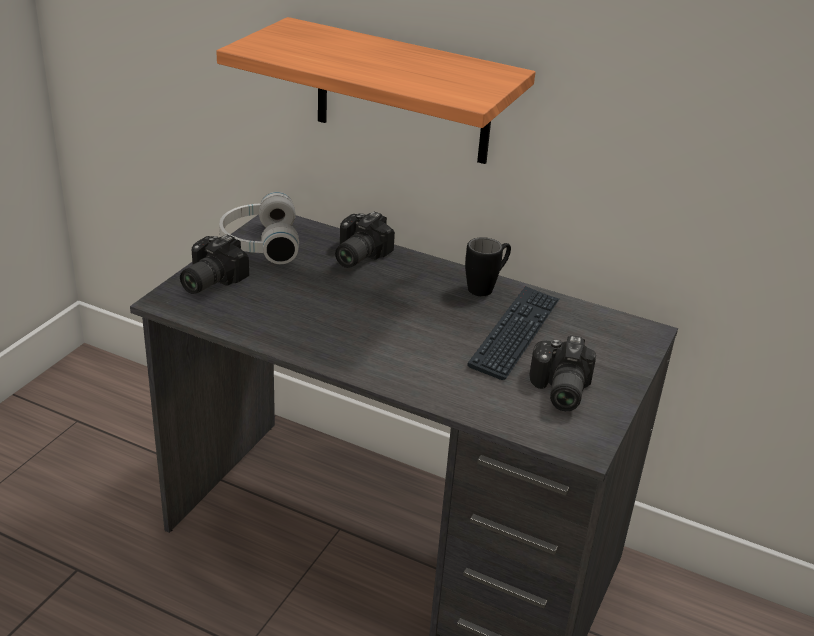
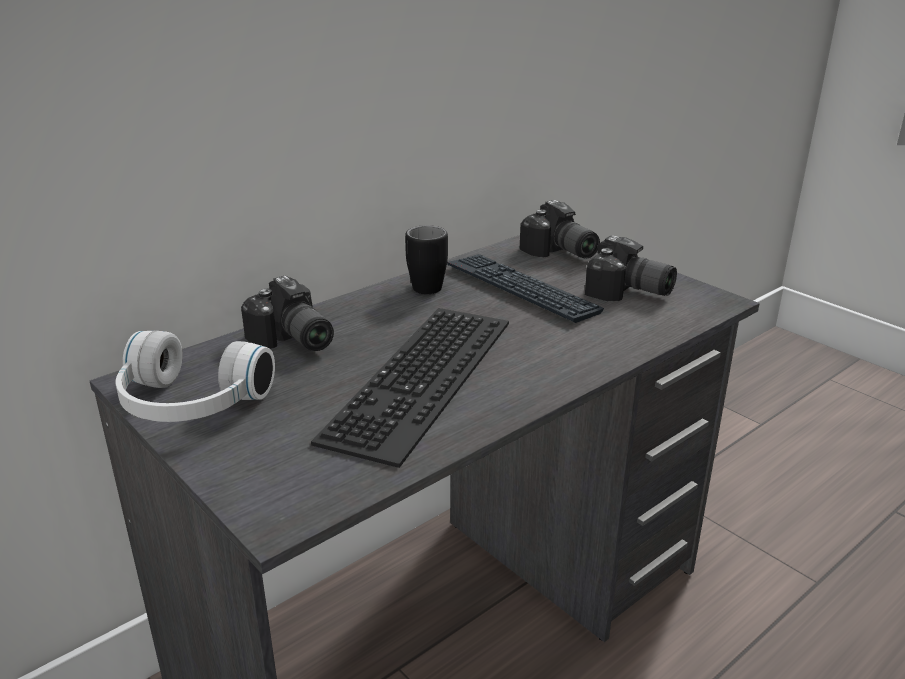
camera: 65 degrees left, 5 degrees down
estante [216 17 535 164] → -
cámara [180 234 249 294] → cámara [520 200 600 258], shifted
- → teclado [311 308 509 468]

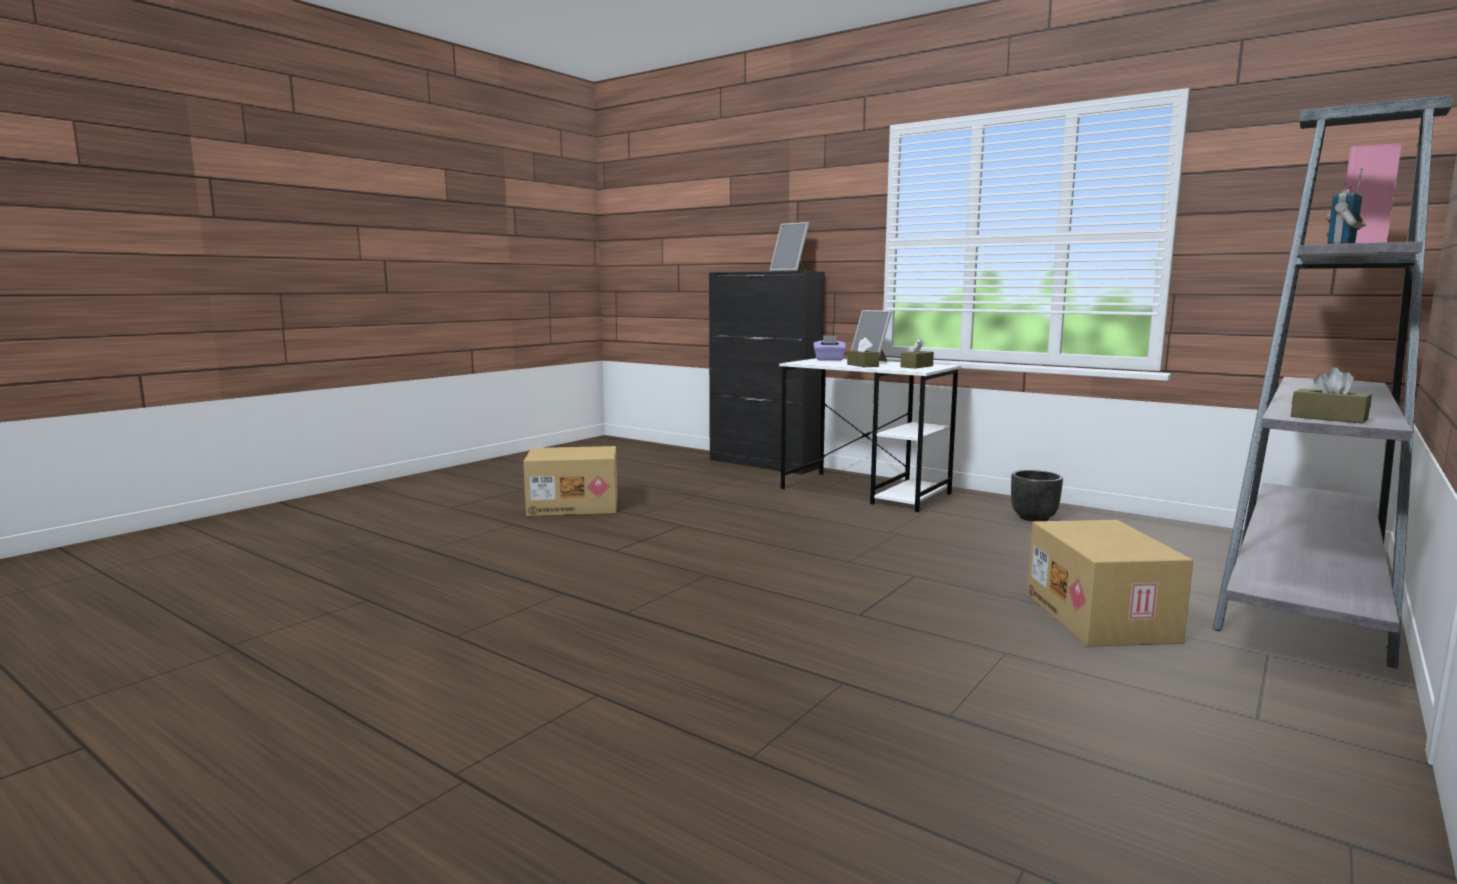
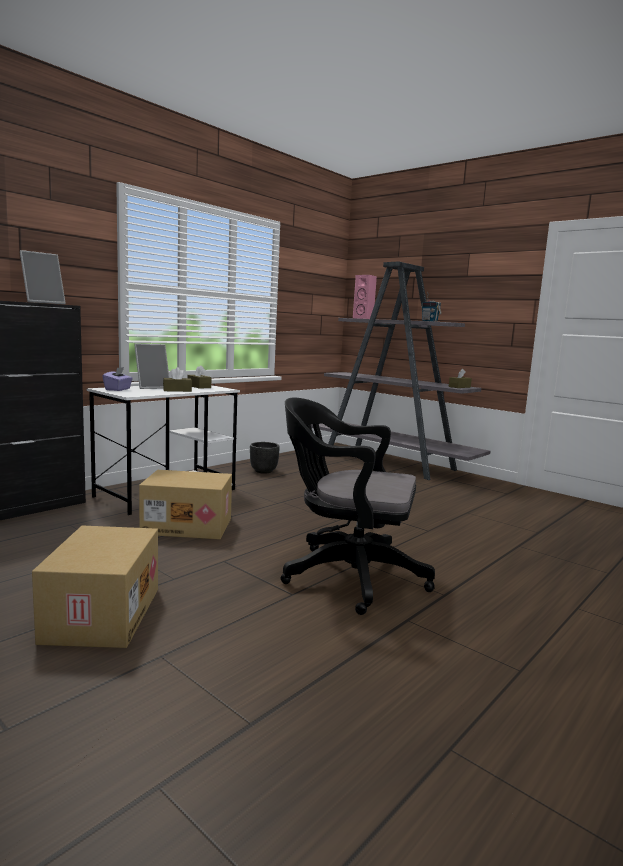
camera: 85 degrees left, 0 degrees up
caja de cartón [1027 520 1194 647] → caja de cartón [139 470 232 539], shifted
- → silla de oficina [negro] [280 398 435 615]

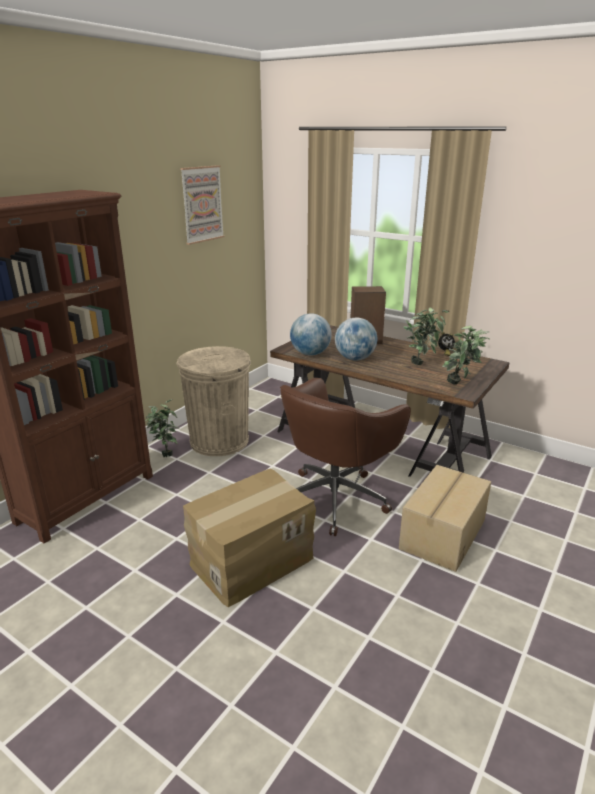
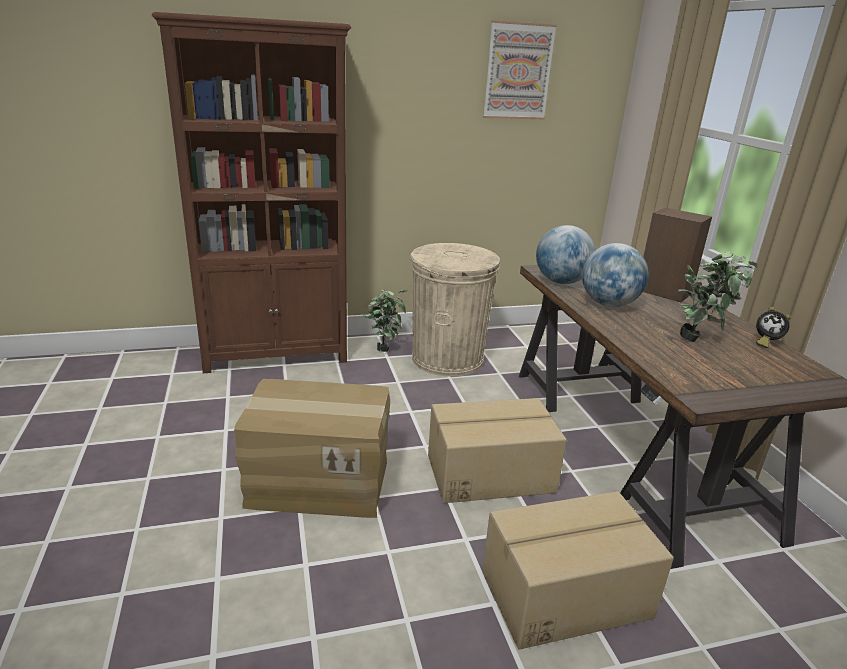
camera: 40 degrees right, 0 degrees up
planta en maceta [442 326 490 385] → -
silla de oficina [marrón] [280 378 411 536] → caja de cartón [428 398 567 503]

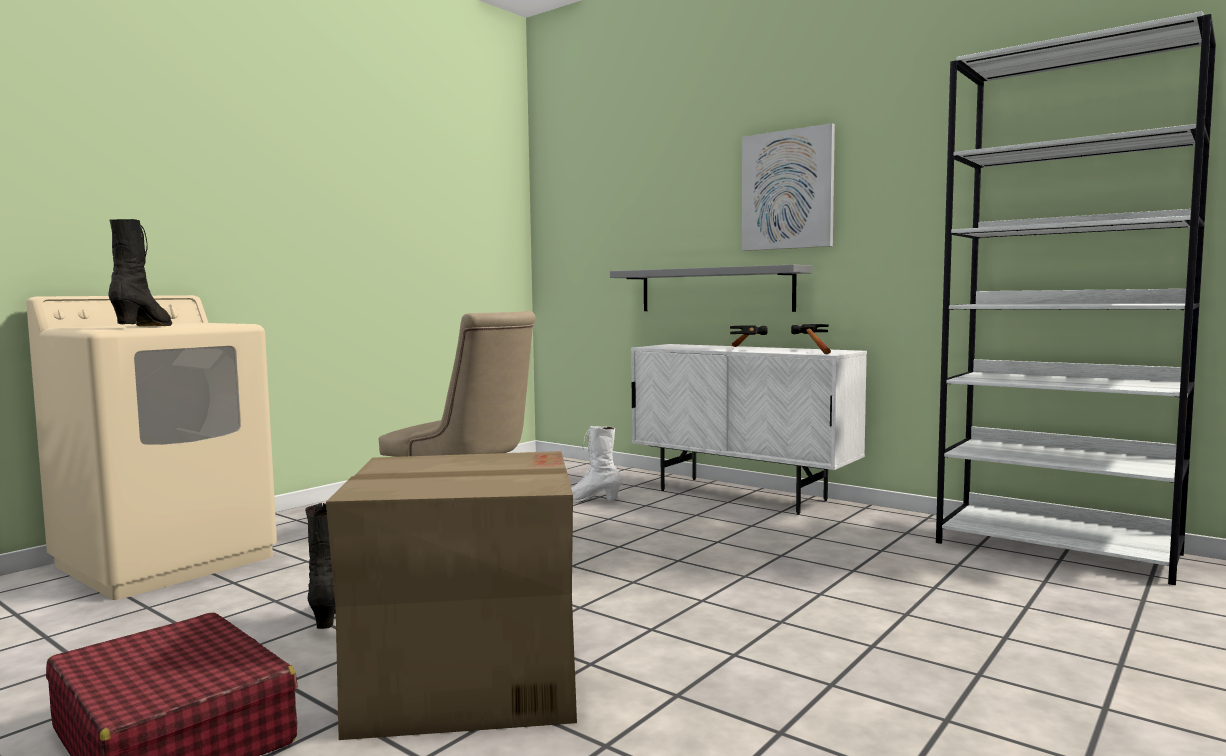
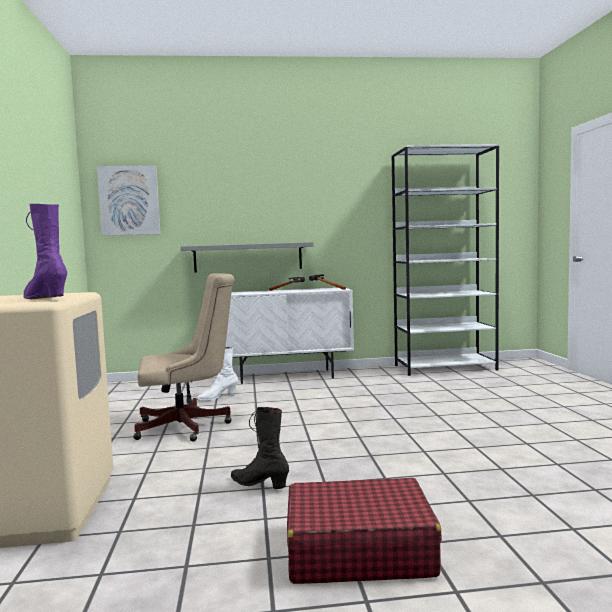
camera: 45 degrees left, 0 degrees up
cuadro [742 123 835 251] → cuadro [97 165 161 236], shifted
bota [negro] [108 219 172 326] → bota [morado] [23 204 67 299]
caja de cartón [326 451 577 740] → -

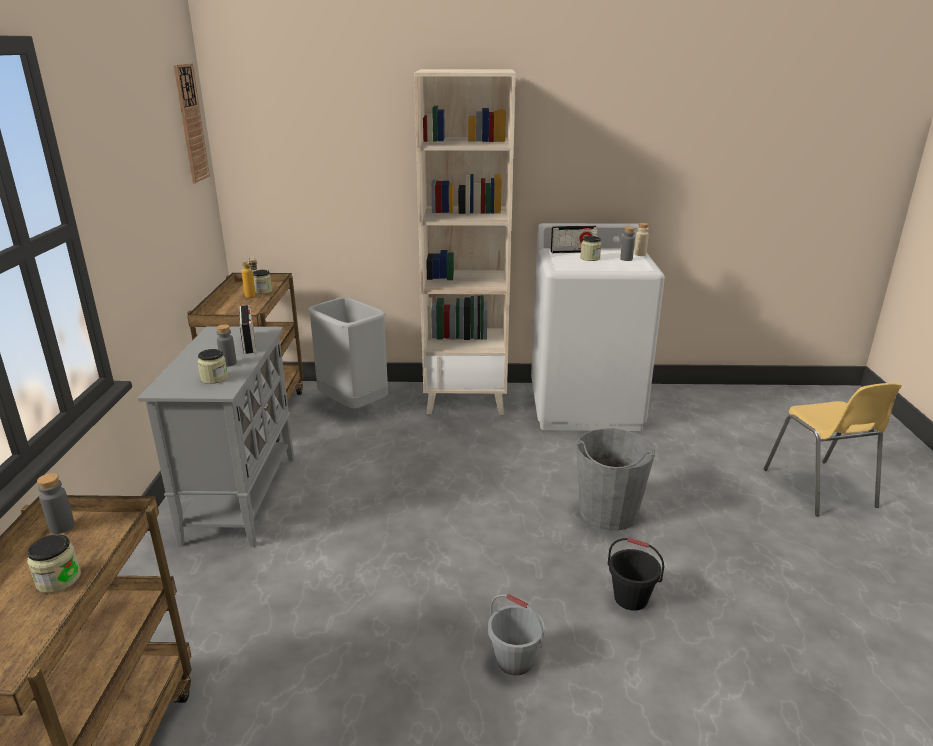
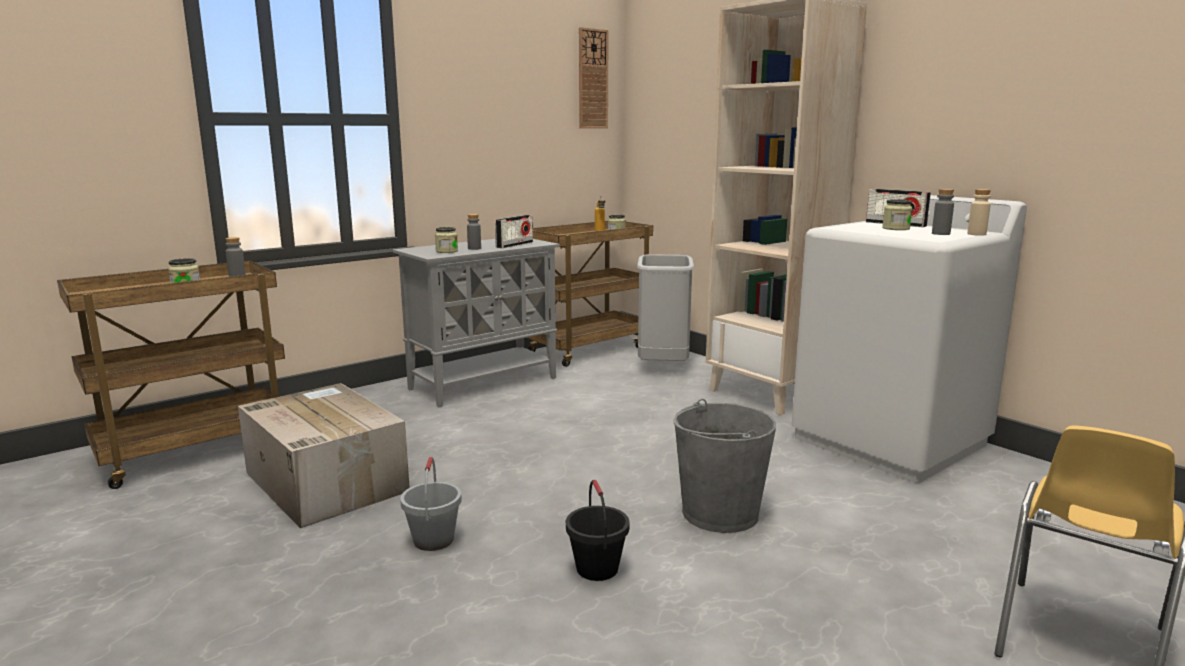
camera: 50 degrees right, 10 degrees down
- → caja de cartón [238 383 410 528]

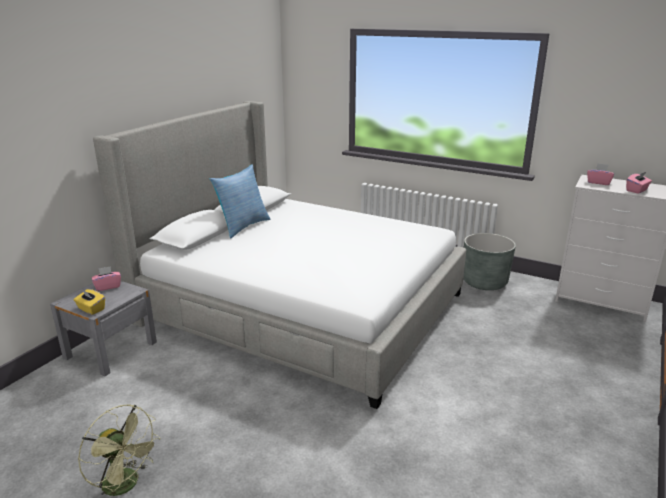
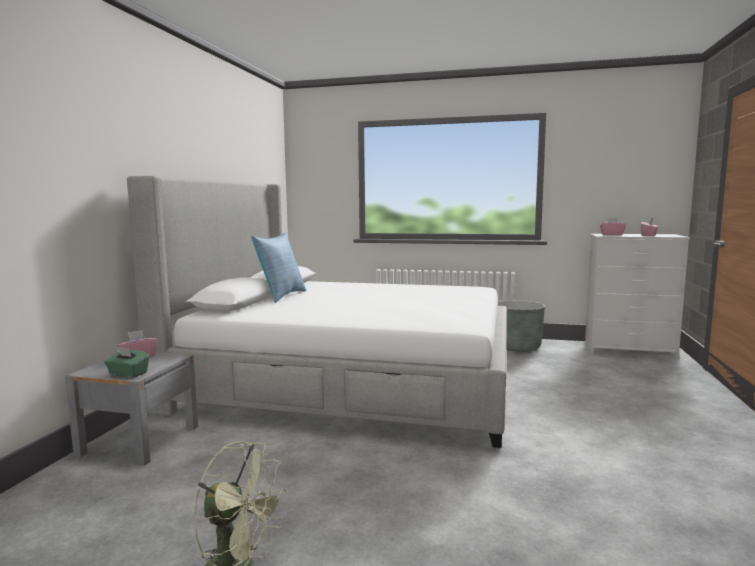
camera: 15 degrees left, 15 degrees down
caja de pañuelos [amarillo] [74 289 105 315] → caja de pañuelos [verde] [105 347 150 378]

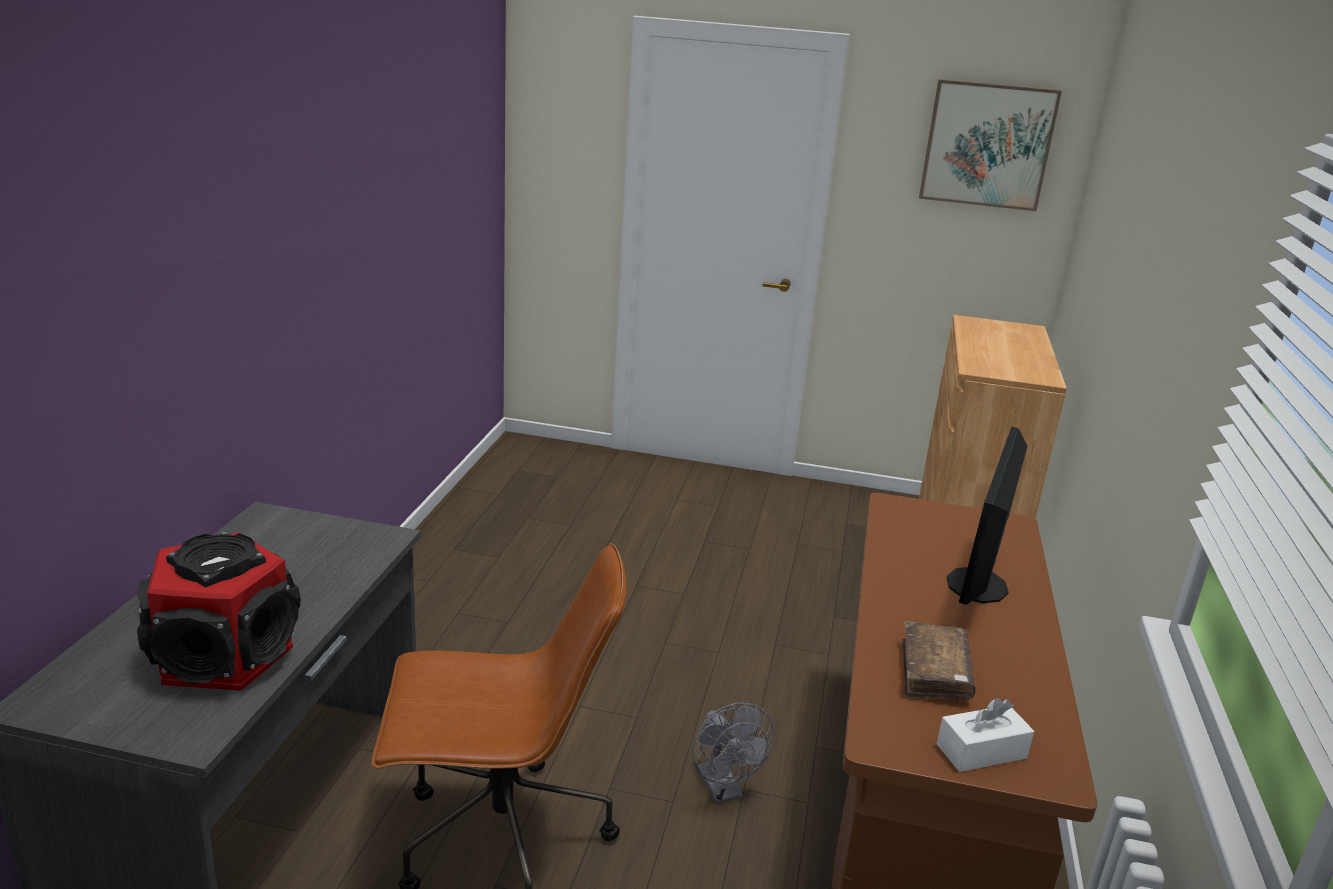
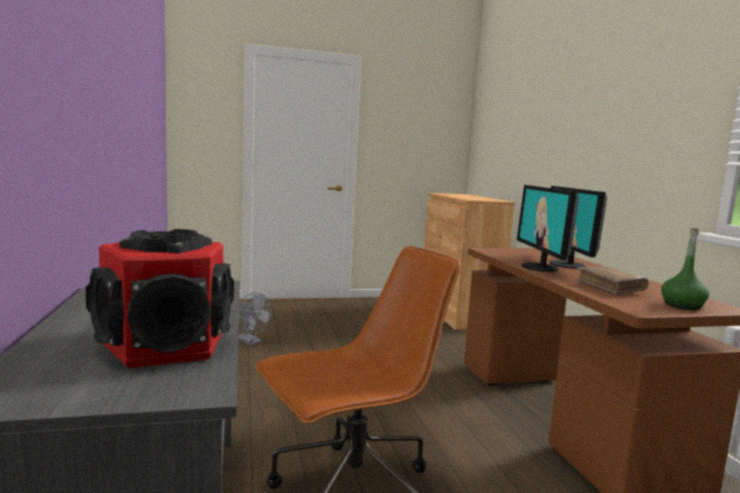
camera: 25 degrees left, 15 degrees down
cuadro [919 79 1062 211] → -
caja de pañuelos [blanco] [937 698 1034 772] → botella [verde] [661 228 709 310]
ventilador [gris] [692 703 774 803] → ventilador [gris] [238 292 272 345], shifted
- → monitor [517 185 579 272]

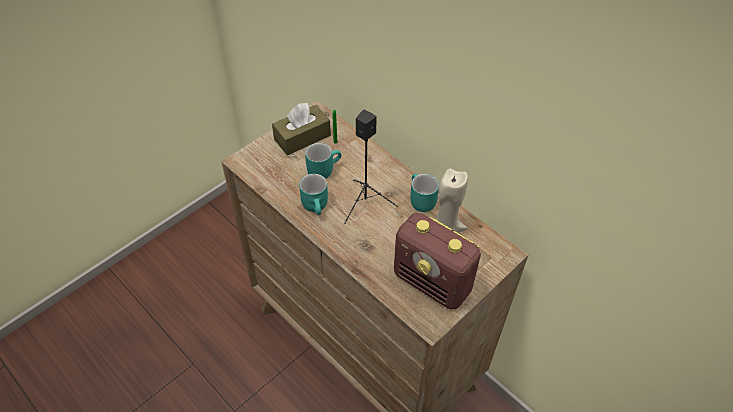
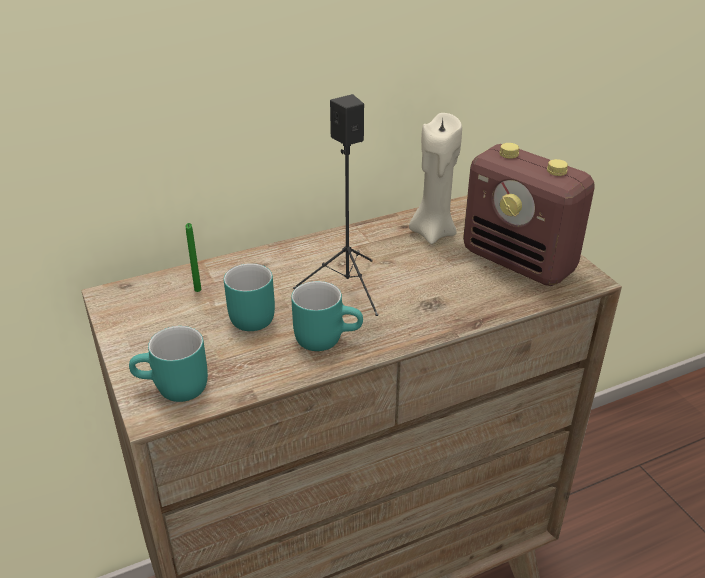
camera: 70 degrees left, 15 degrees down
caja de pañuelos [marrón] [272 103 331 155] → -
taza grande [turquesa] [410 174 439 212] → taza grande [turquesa] [129 326 208 402], shifted
radio [394 213 481 310] → radio [463 143 595 286], 75 degrees clockwise

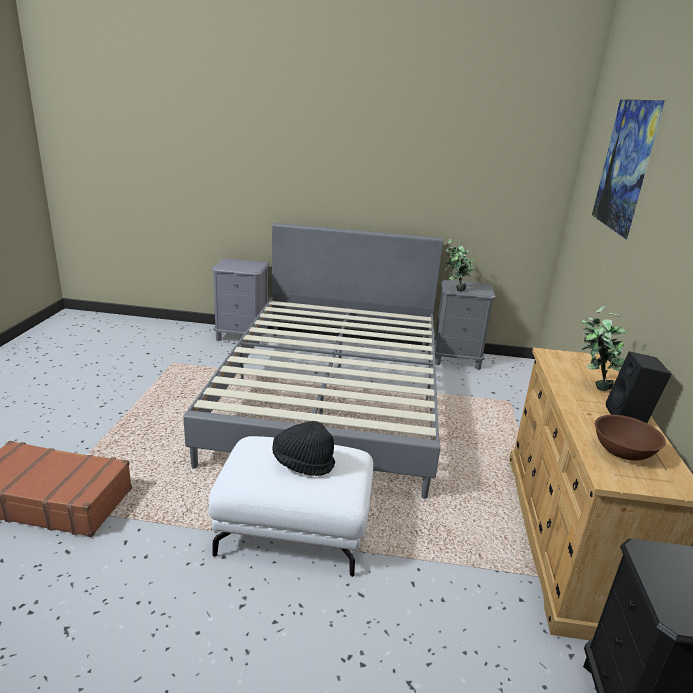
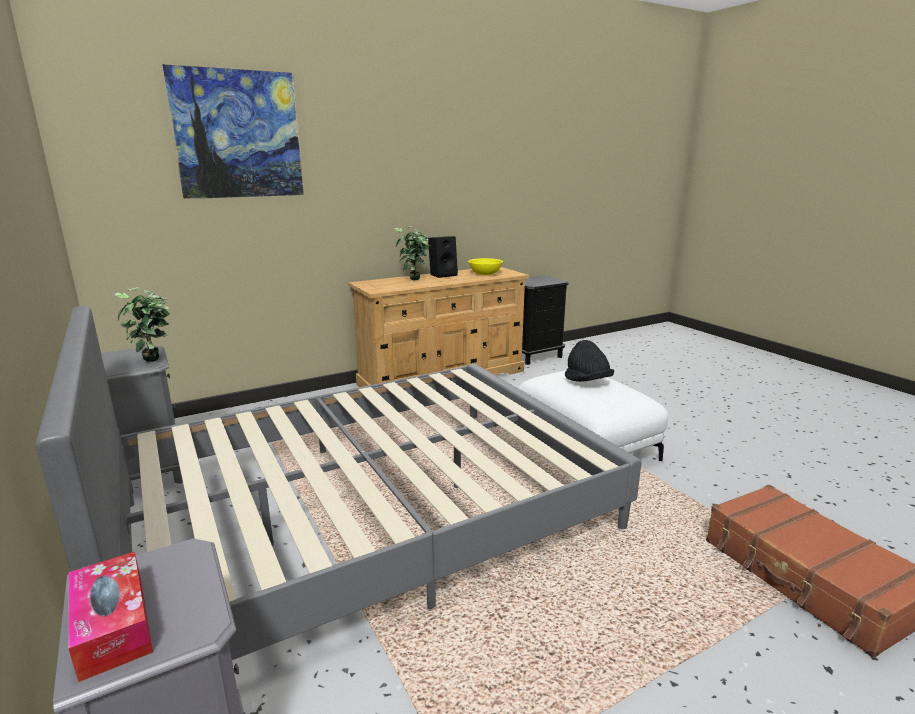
camera: 125 degrees left, 5 degrees down
cuenco [marrón] [595 415 666 461] → cuenco [amarillo] [468 258 503 275]
- → caja de pañuelos [68 551 153 682]

